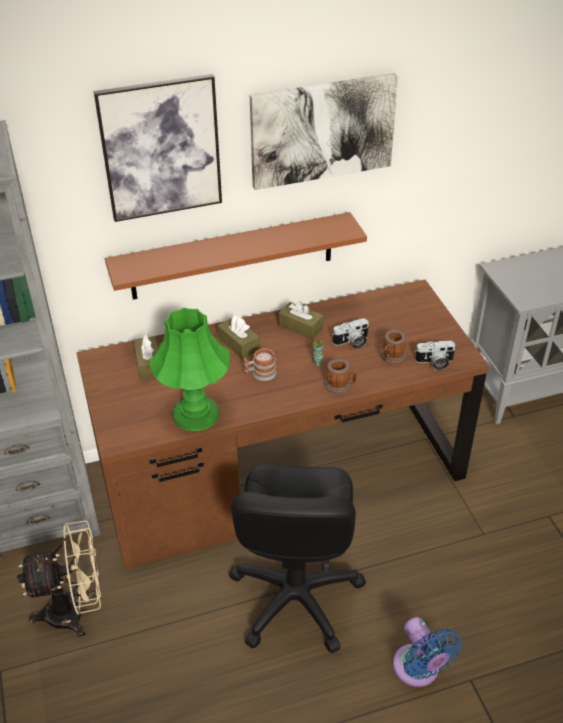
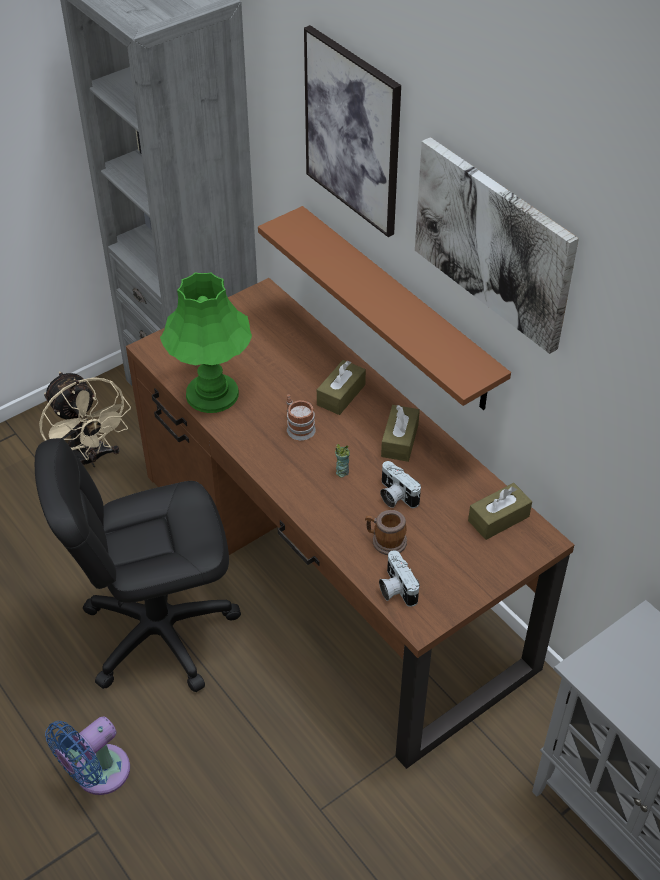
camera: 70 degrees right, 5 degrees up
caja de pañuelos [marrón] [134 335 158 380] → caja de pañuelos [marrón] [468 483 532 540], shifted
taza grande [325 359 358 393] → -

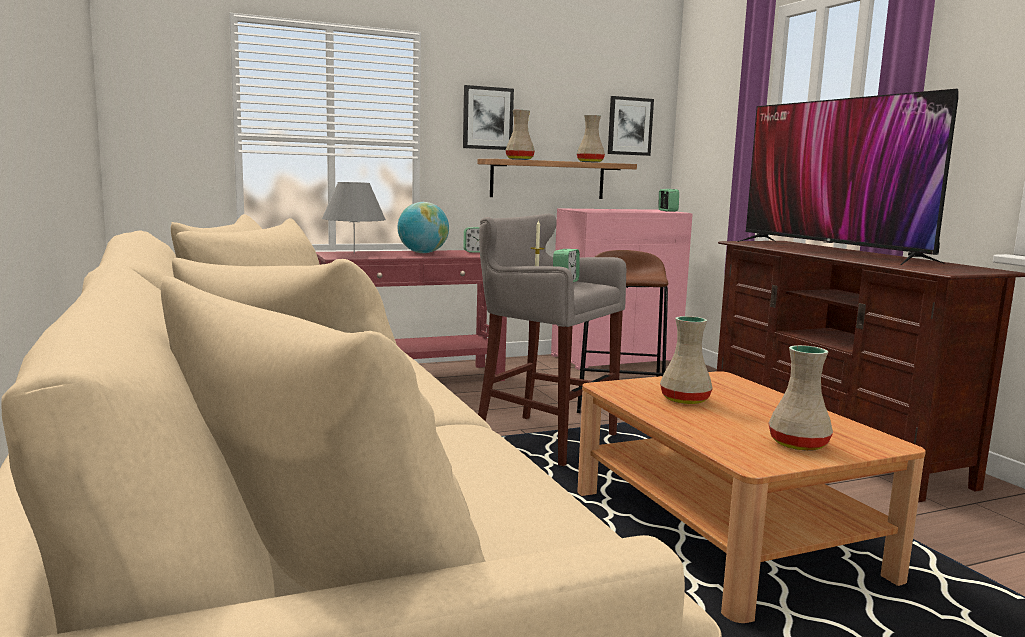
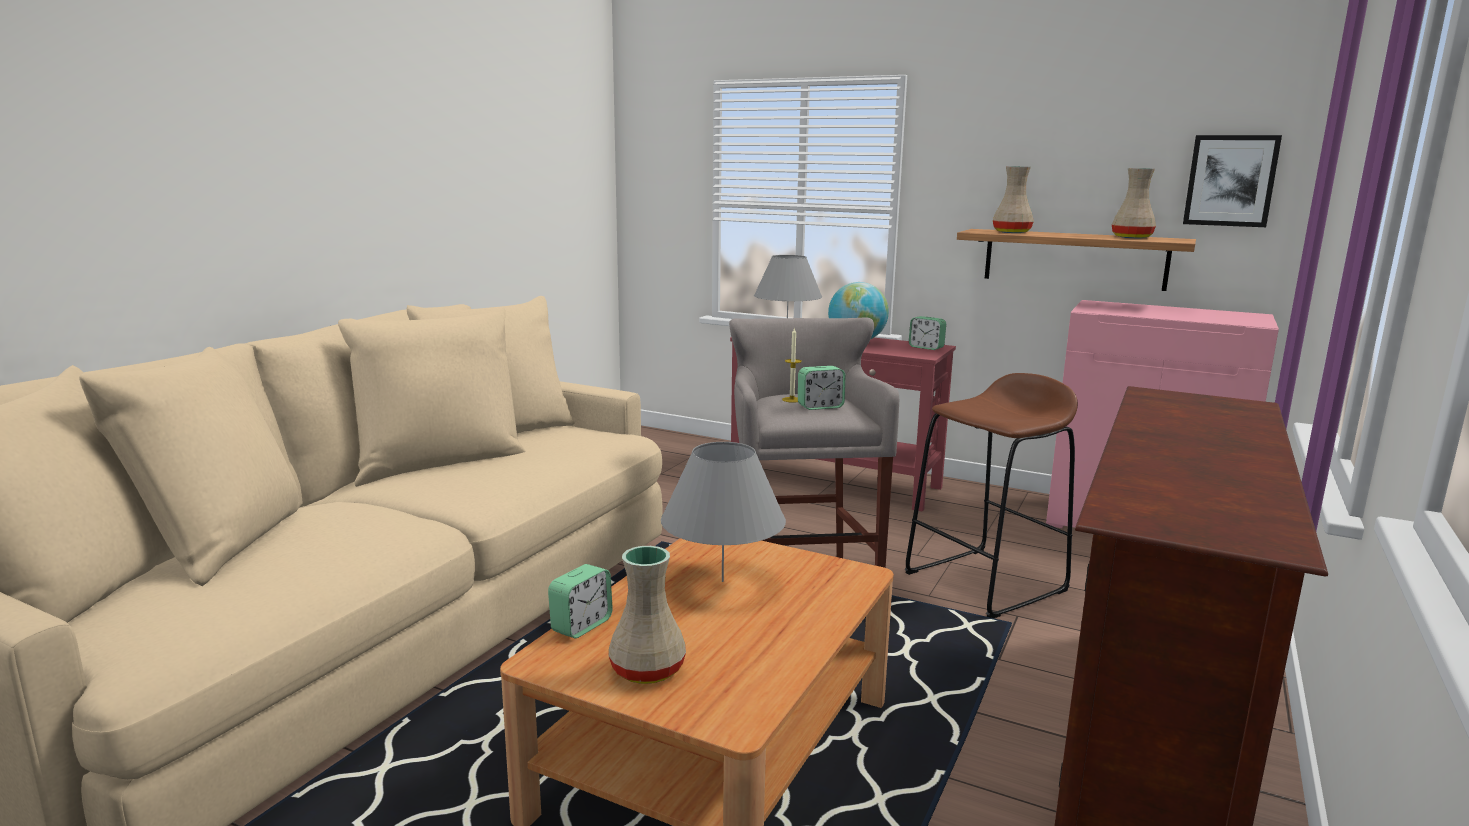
camera: 50 degrees right, 5 degrees up
cuadro [463 85 514 150] → -
televisor [737 89 958 265] → -
despertador [658 189 679 212] → despertador [548 564 613 638], shifted
florero [beis] [660 316 713 404] → lámpara de mesa [gris] [661 442 786 582]

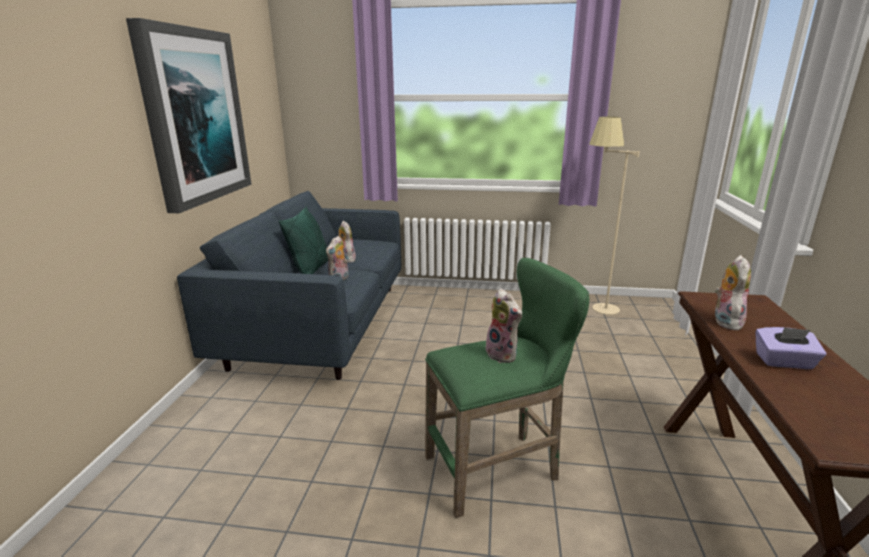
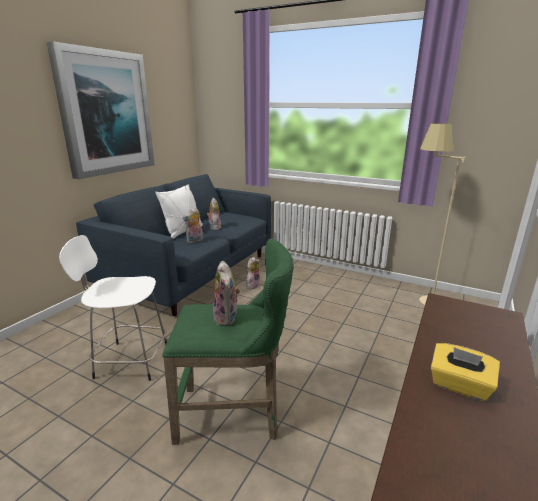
camera: 20 degrees right, 0 degrees up
cojín [verde] [279 206 328 274] → cojín [blanco] [155 184 203 239]
peluche [715 255 751 331] → peluche [246 257 260 289], shifted
caja de pañuelos [morado] [756 327 826 369] → caja de pañuelos [amarillo] [431 343 500 401]
- → taburete [blanco] [59 235 167 381]

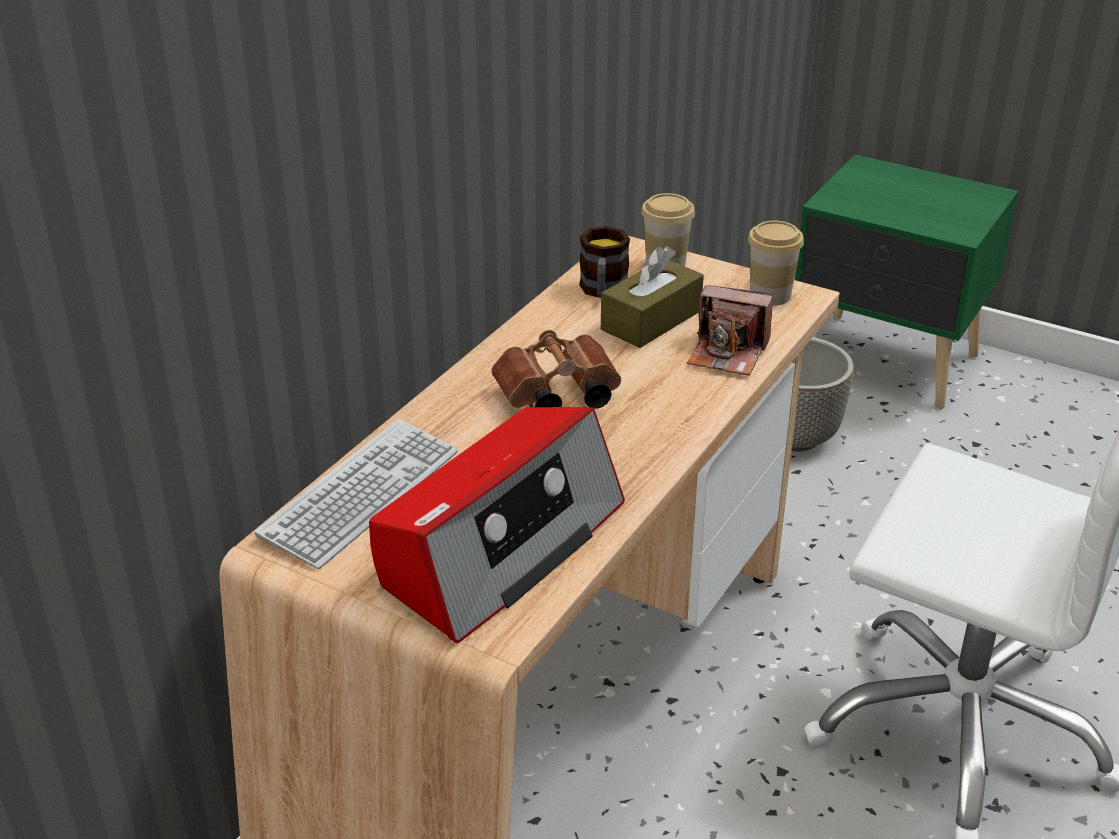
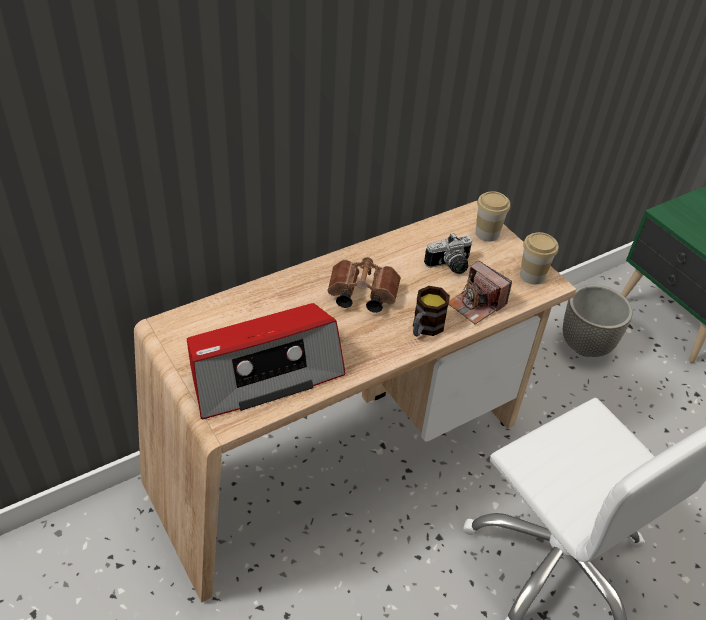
camera: 25 degrees right, 10 degrees up
taza grande [579 226 630 298] → taza grande [413 286 450 336], shifted
caja de pañuelos [marrón] [601 246 704 348] → cámara [424 233 472 274]
teclado [255 419 458 569] → -

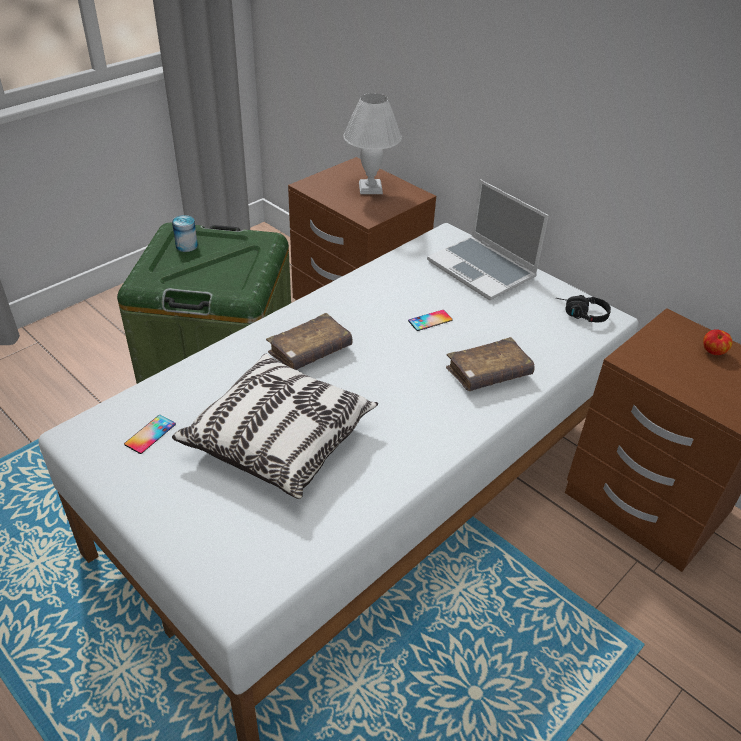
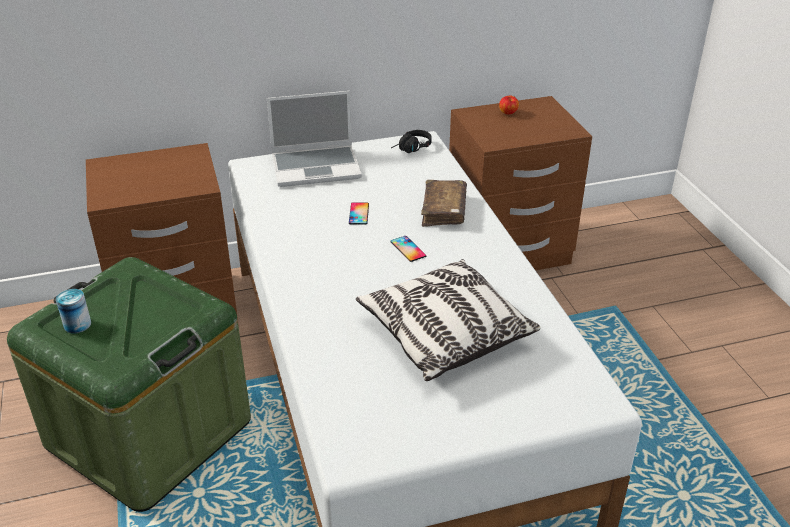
camera: 60 degrees left, 5 degrees down
lámpara de mesa [blanco] [343 93 402 194] → -
libro [marrón] [266 313 353 370] → -
móvil [124 415 176 454] → móvil [390 236 426 262], shifted

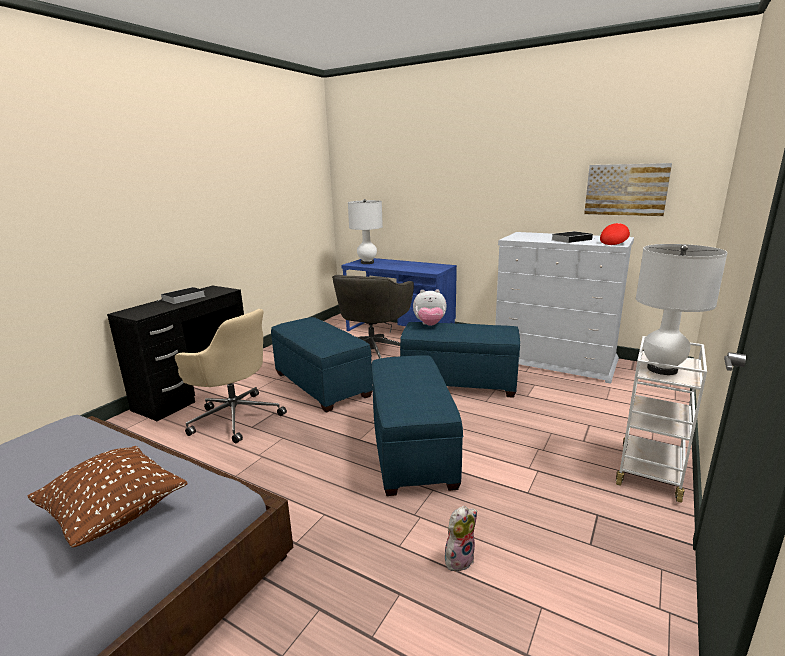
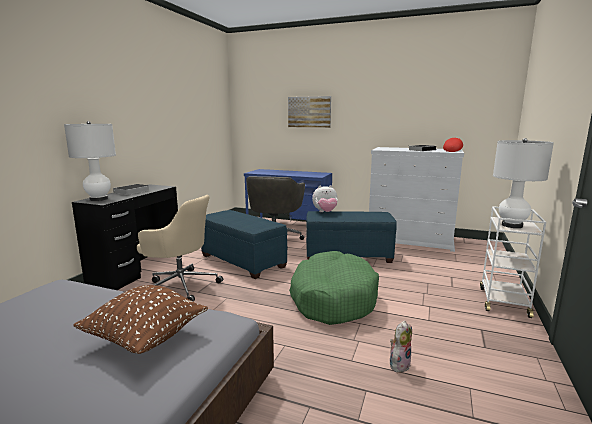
camera: 10 degrees left, 5 degrees down
cuadro [584 163 672 216] → cuadro [288 96 331 128], shifted
lámpara de mesa [blanco] [348 199 383 264] → lámpara de mesa [blanco] [64 121 116 201], shifted
puf [azul] [372 355 463 496] → cama para perro [verde] [289 251 379 325]

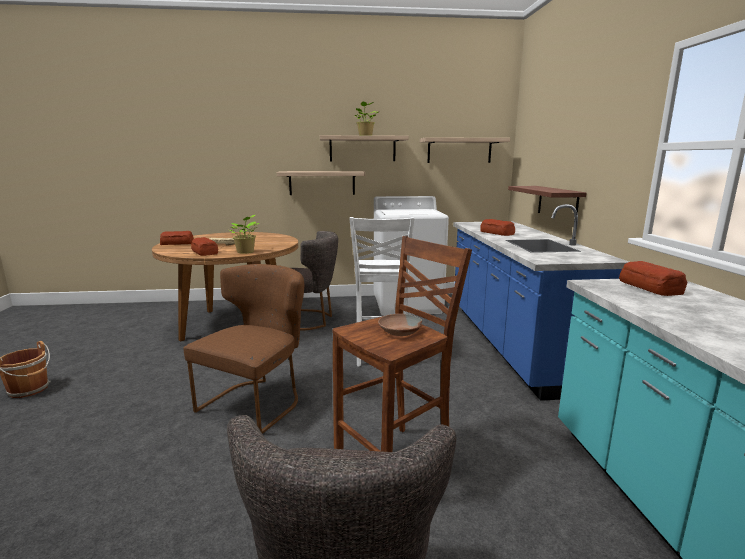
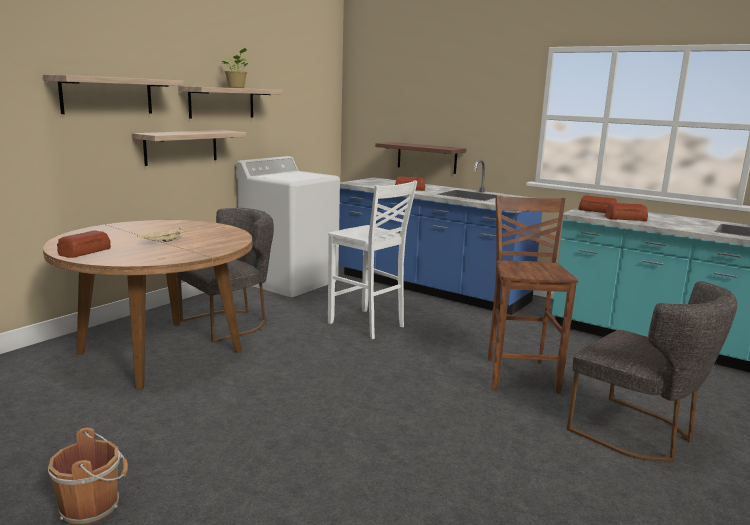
camera: 50 degrees left, 0 degrees up
estante [420 137 510 163] → estante [43 75 184 114], shifted
planta en maceta [230 215 259 254] → -
pan [191 237 219 256] → pan [605 203 648 221], shifted
silla [marrón] [183 264 304 434] → -
cuenco [marrón] [378 314 422 336] → -

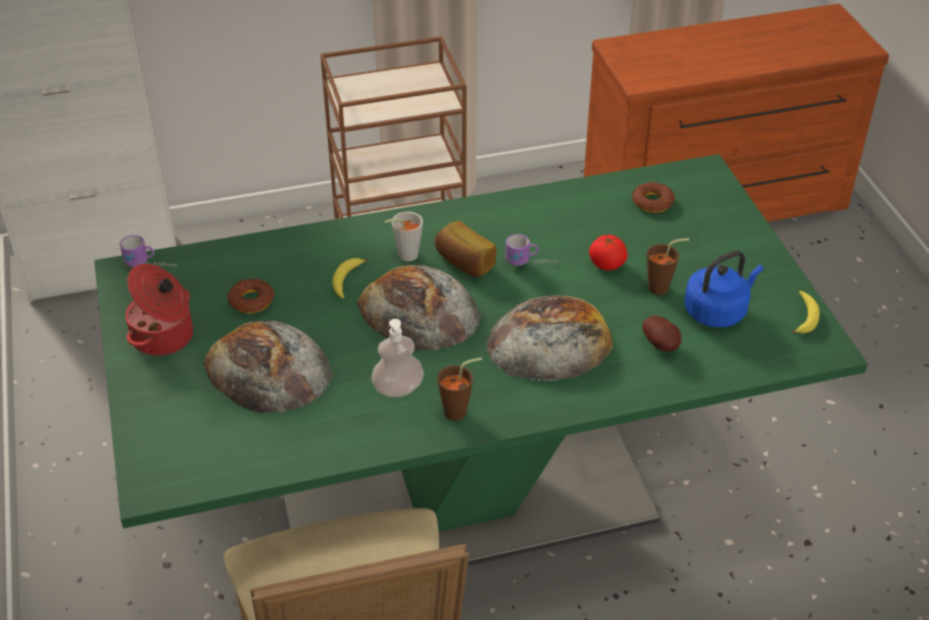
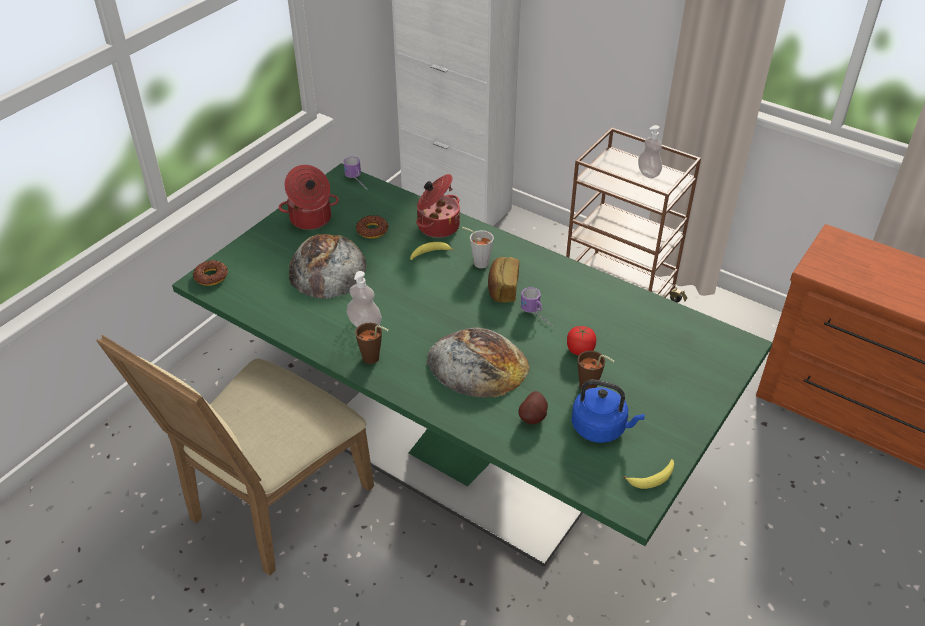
camera: 50 degrees right, 0 degrees up
rosquilla [632 182 675 213] → rosquilla [193 260 228 286], shifted
pan [357 265 481 351] → -
- → dispensador de jabón [638 125 662 178]
- → olla [416 174 460 238]

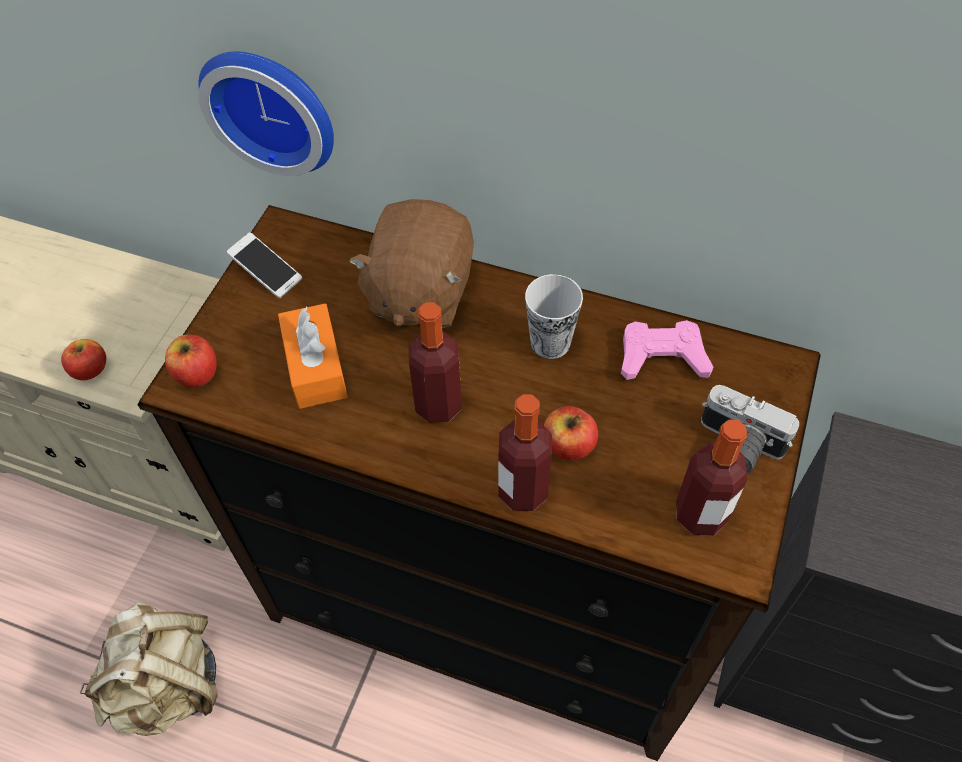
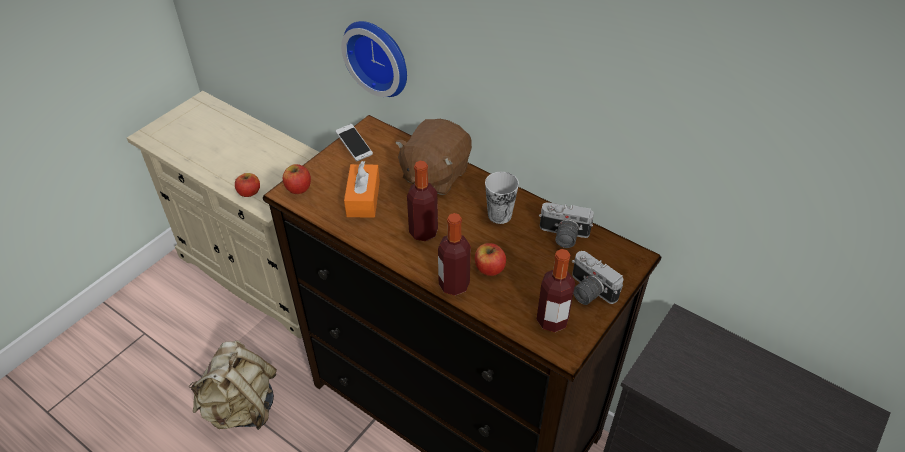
camera: 15 degrees right, 10 degrees down
mando de consola [rosa] [621 320 713 380] → cámara [539 202 594 248]

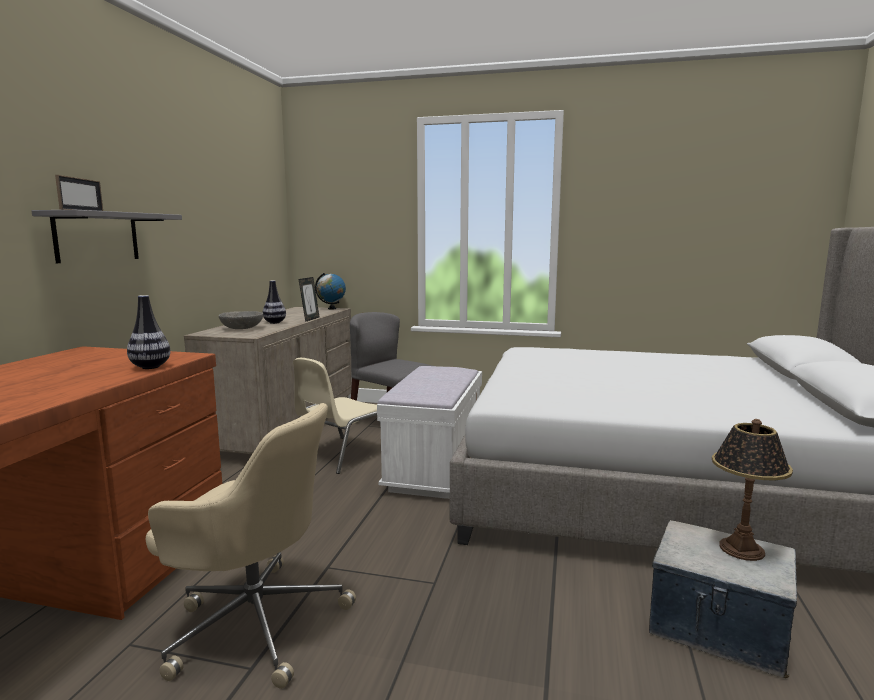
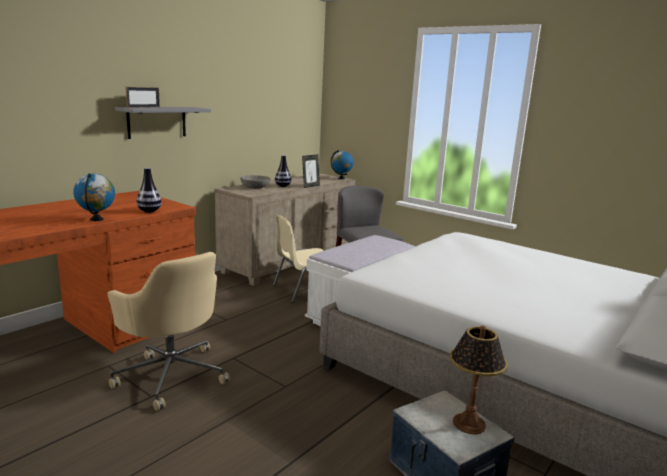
camera: 25 degrees right, 5 degrees up
- → globo terráqueo [73 173 115 221]

